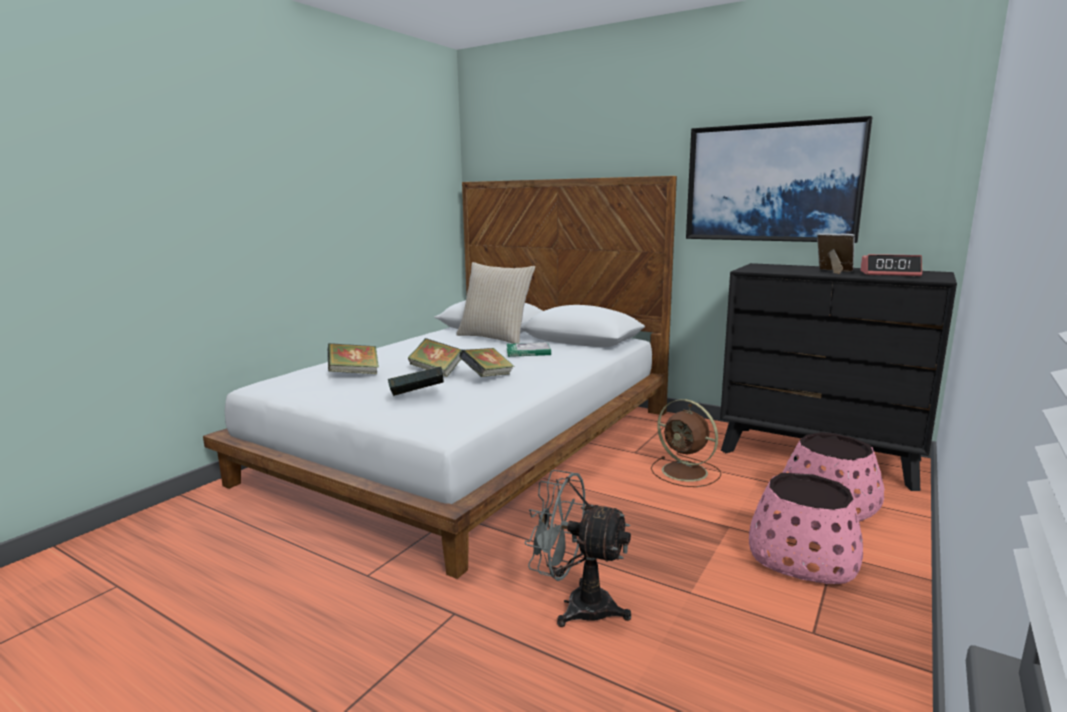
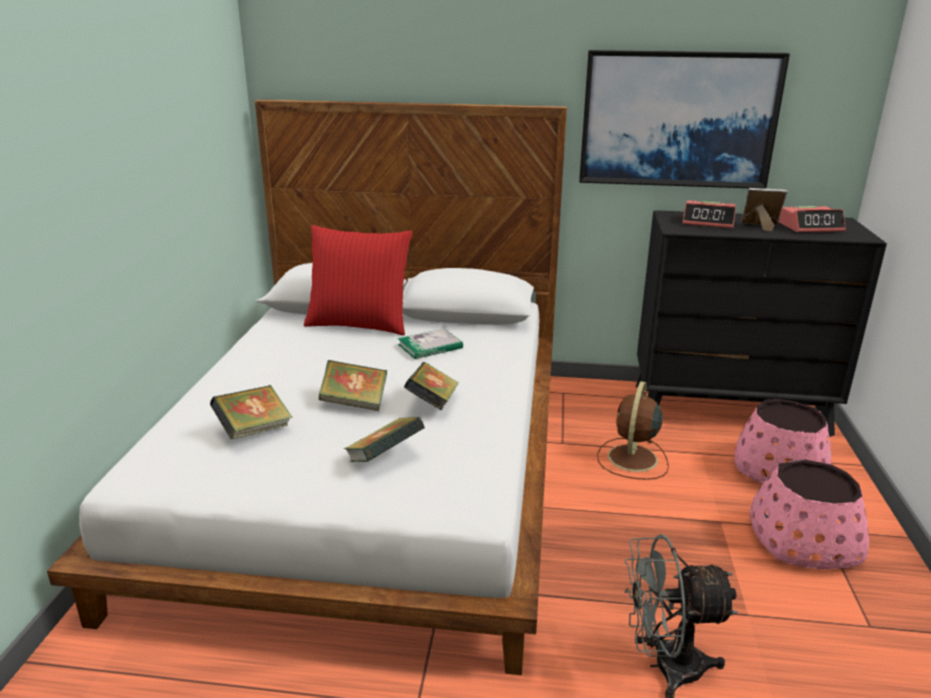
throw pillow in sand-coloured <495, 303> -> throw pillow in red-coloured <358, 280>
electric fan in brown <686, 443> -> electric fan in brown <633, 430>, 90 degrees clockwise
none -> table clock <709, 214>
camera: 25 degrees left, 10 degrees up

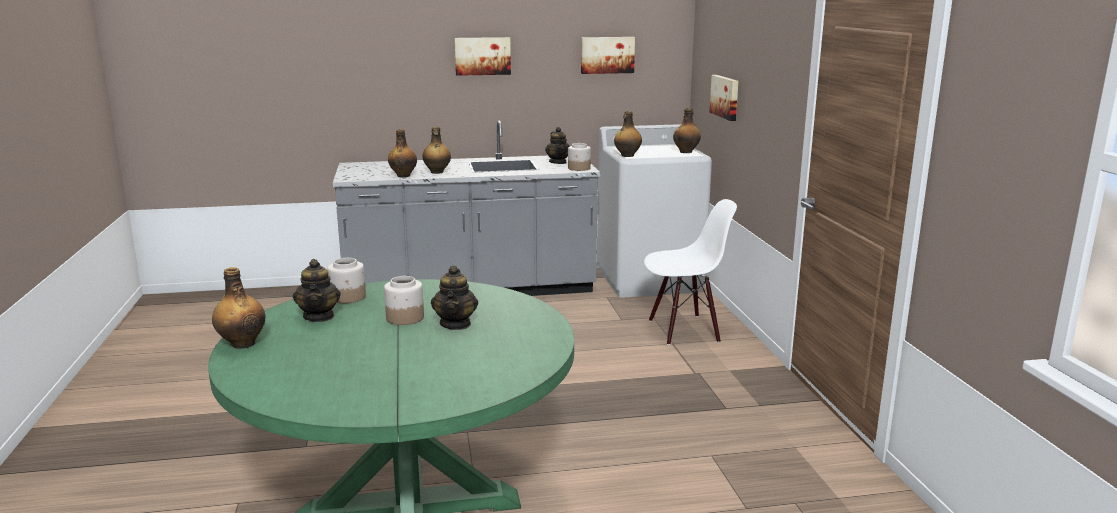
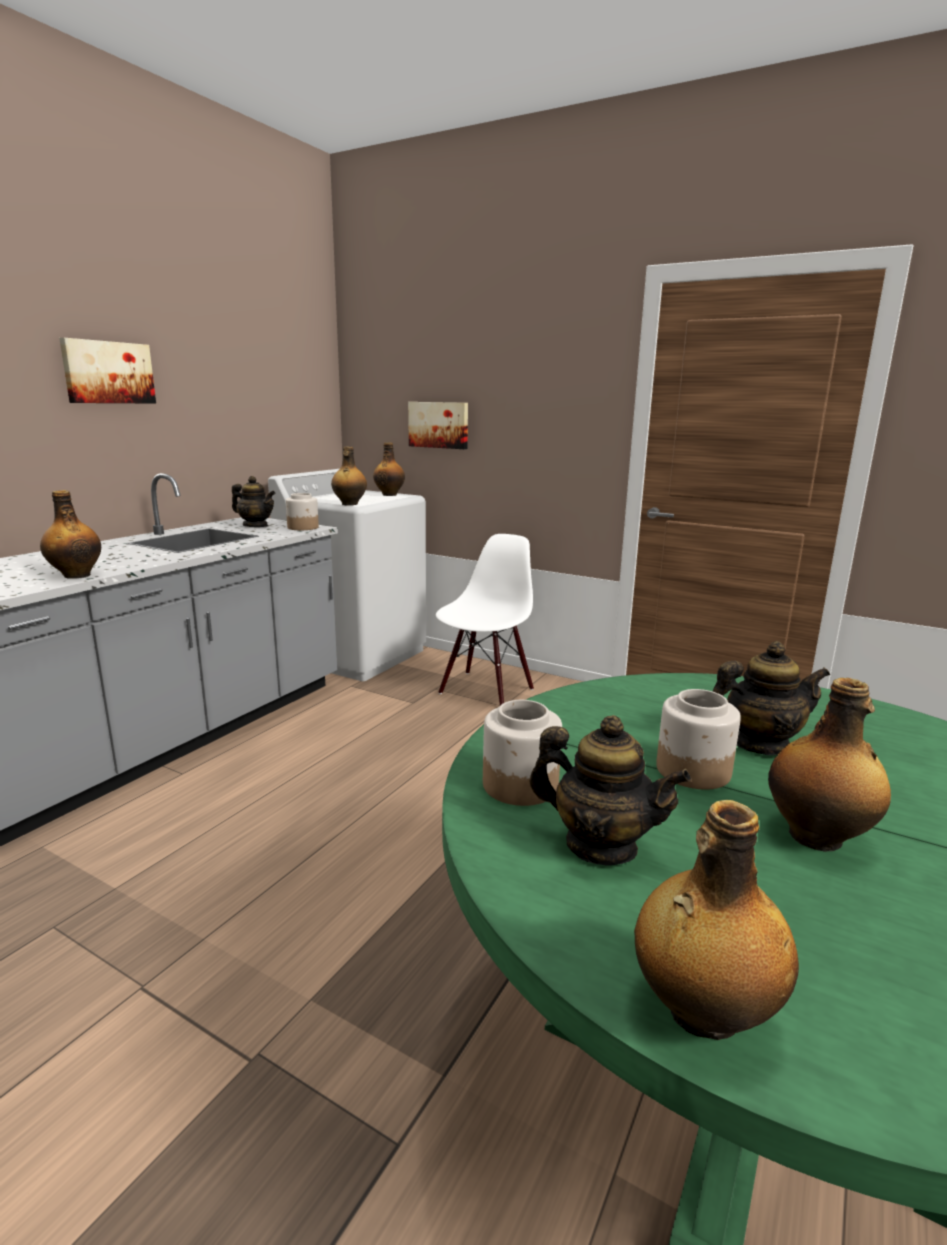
beverage bottle <436, 150> -> beverage bottle <829, 765>, moved
pot for tea <454, 297> -> pot for tea <771, 698>, 45 degrees counterclockwise
picture <608, 55> -> none
camera: 50 degrees left, 0 degrees up

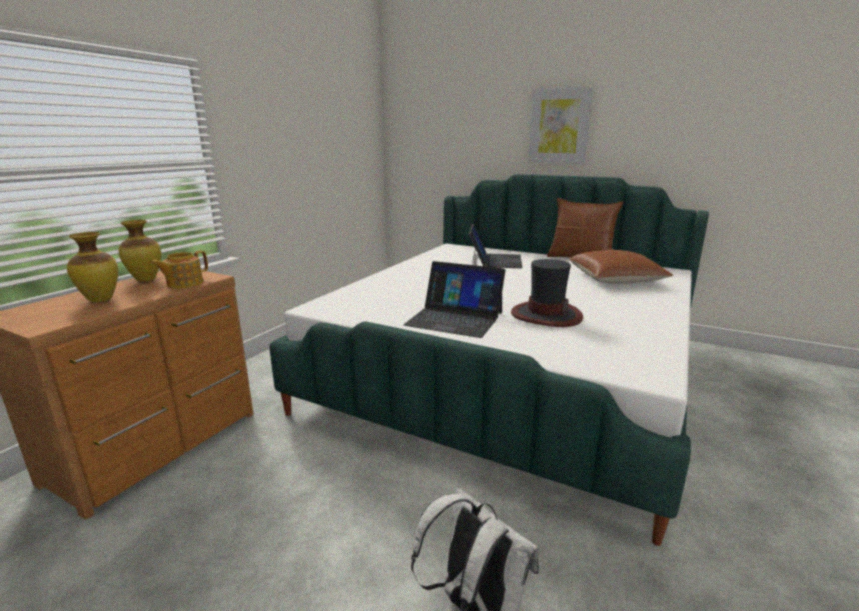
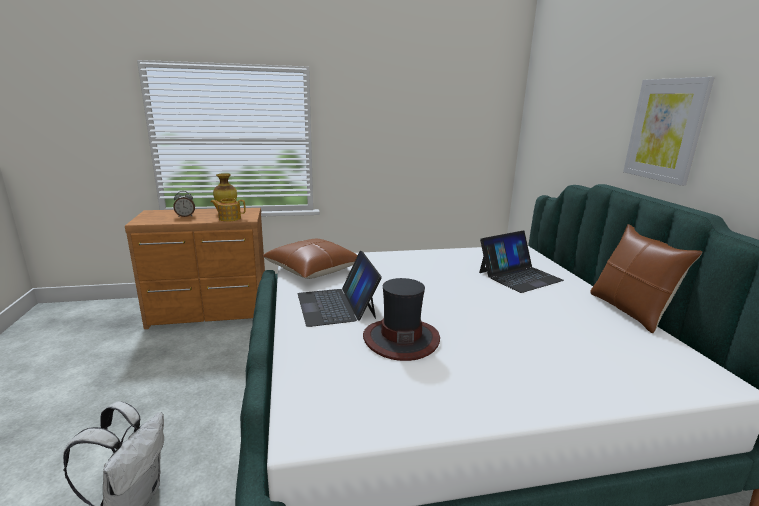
decorative vase <92, 267> -> table clock <184, 204>
throw pillow in brown <621, 266> -> throw pillow in brown <310, 259>, moved
camera: 50 degrees right, 0 degrees up

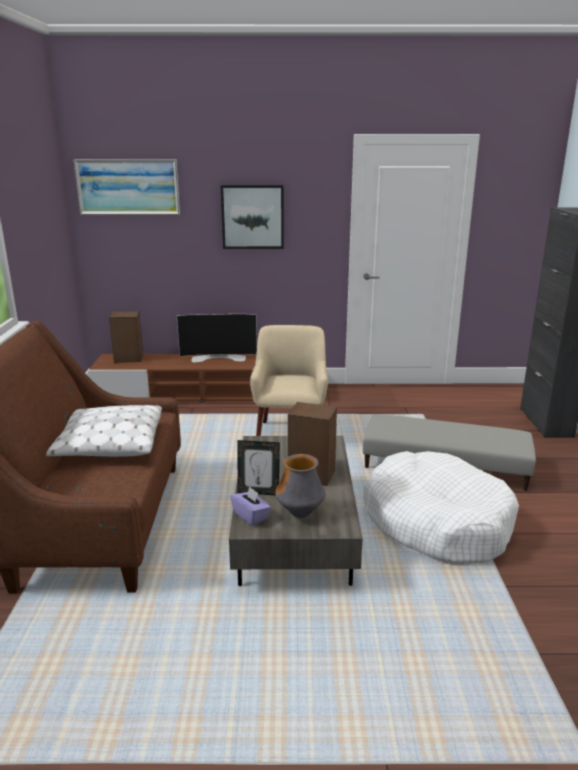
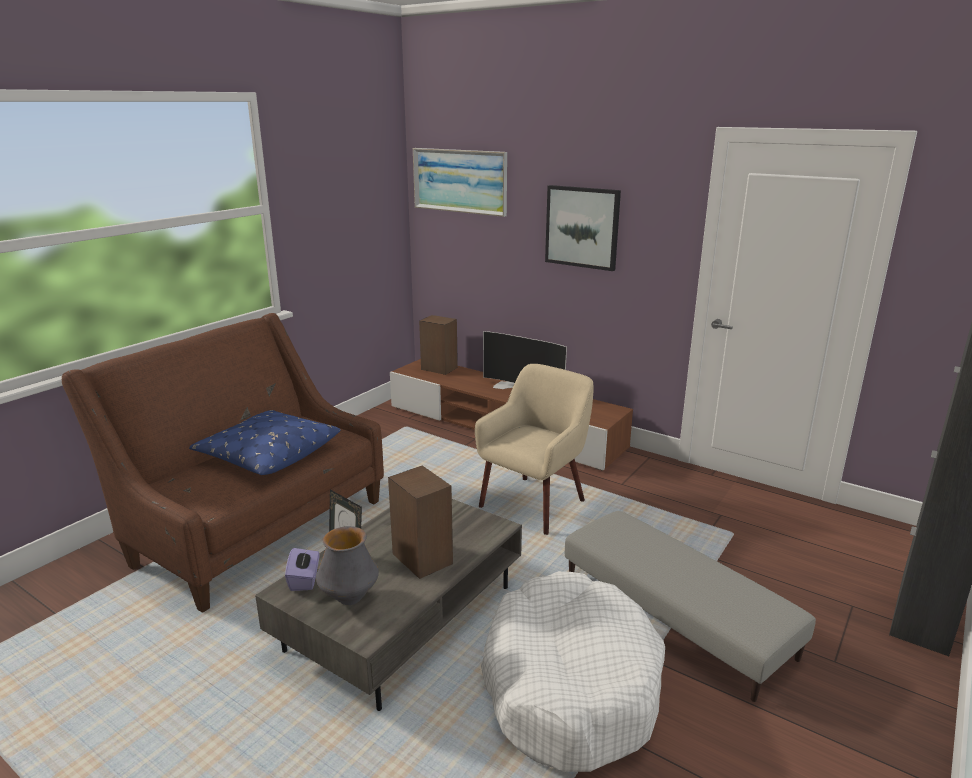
throw pillow in white <104, 431> -> throw pillow in blue <265, 442>
camera: 35 degrees right, 0 degrees up

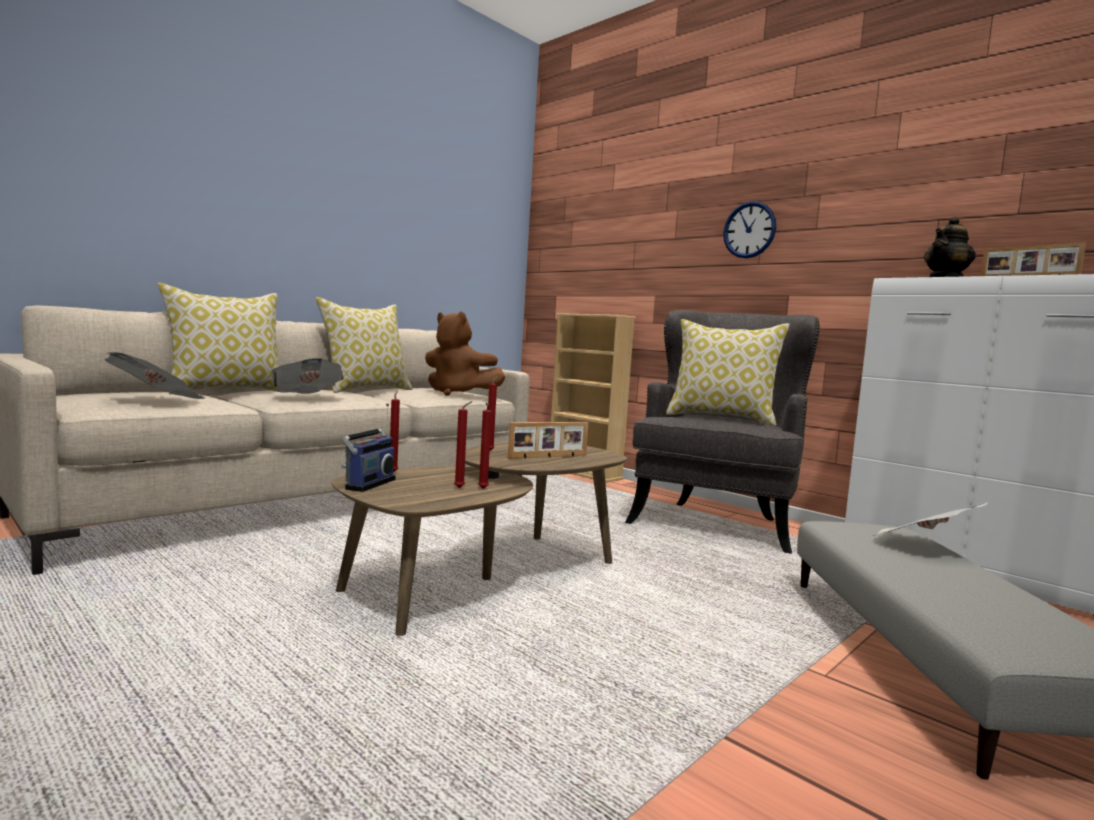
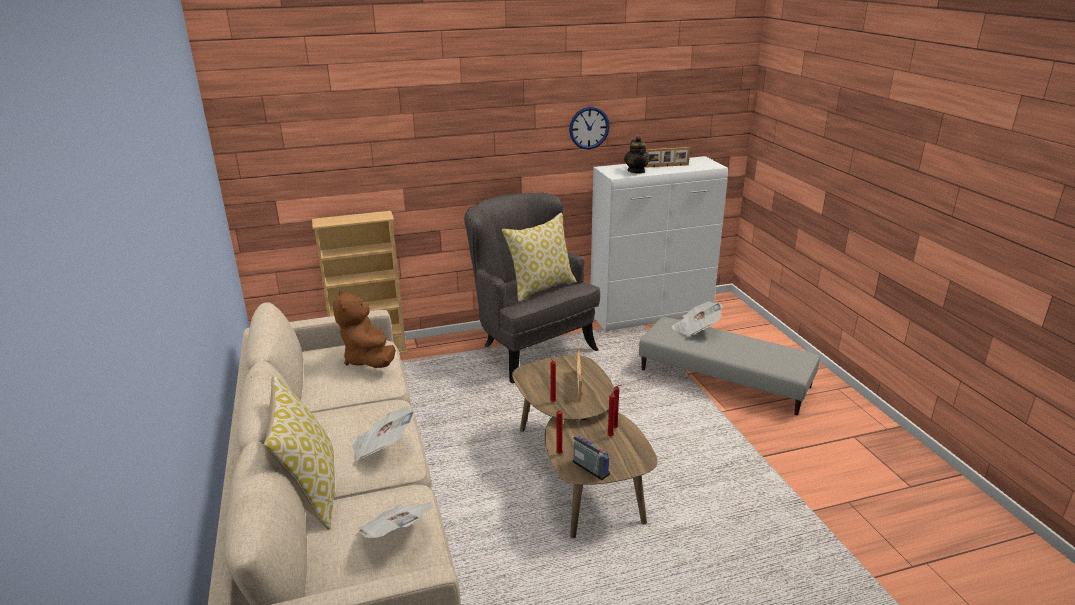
throw pillow <364, 345> -> none
plush toy in brown <465, 354> -> plush toy in brown <364, 329>, 105 degrees clockwise
wall clock <749, 229> -> wall clock <589, 128>, moved
camera: 60 degrees left, 20 degrees up

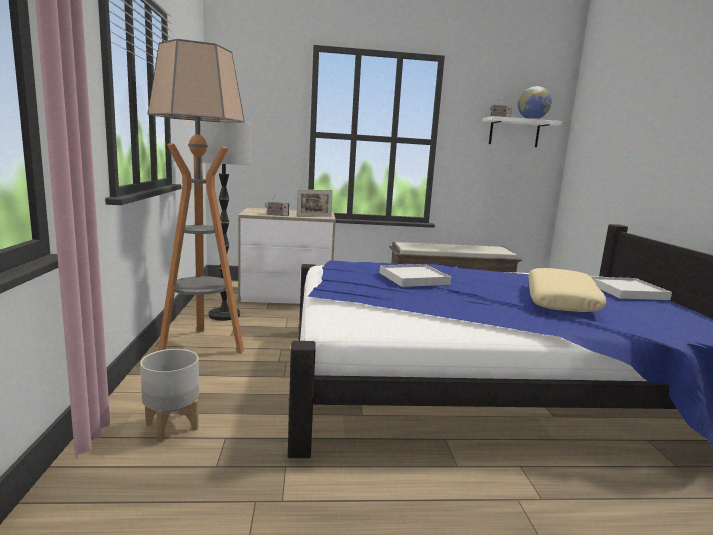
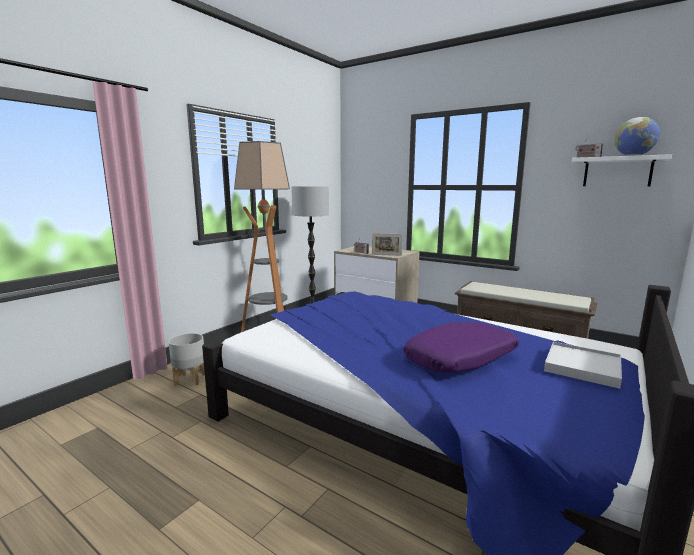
tray in white <415, 275> -> none
throw pillow in sand-coloured <567, 290> -> throw pillow in purplish <461, 347>
camera: 40 degrees right, 0 degrees up

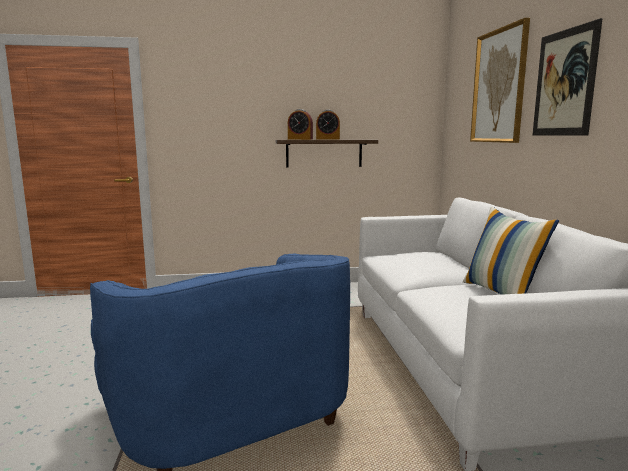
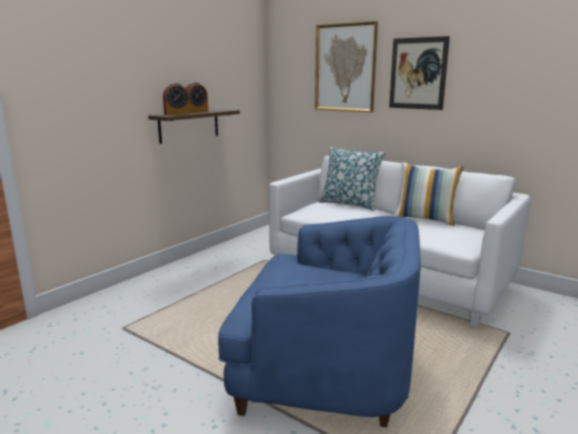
none -> throw pillow <352, 179>
camera: 45 degrees left, 5 degrees up

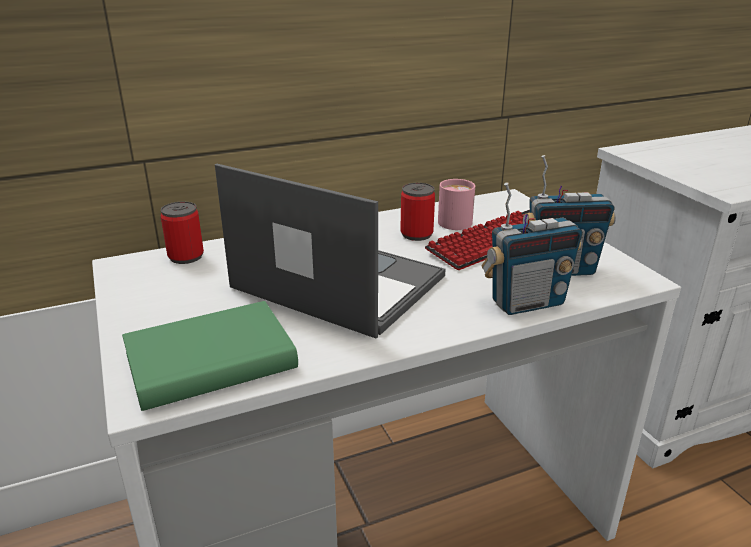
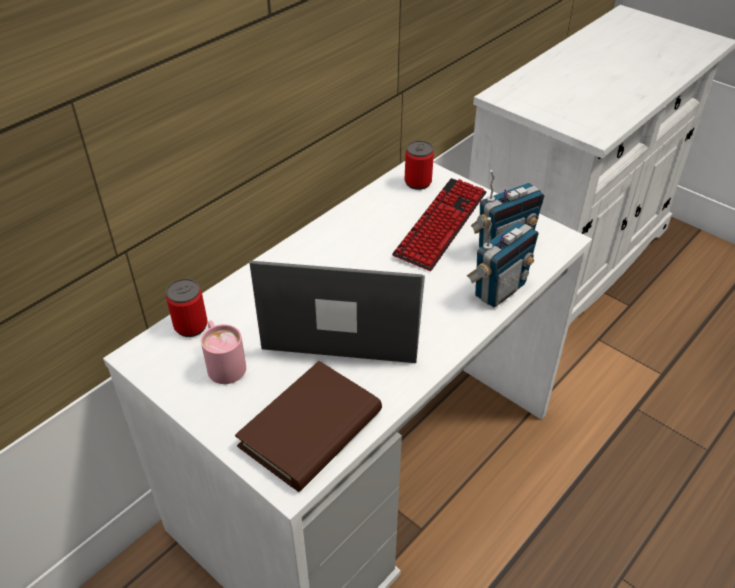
book in green-coloured <210, 356> -> book in brown <308, 426>
metal can <417, 212> -> metal can <419, 165>, moved
tea mug in pinkish <456, 204> -> tea mug in pinkish <223, 352>, moved
camera: 25 degrees left, 15 degrees up

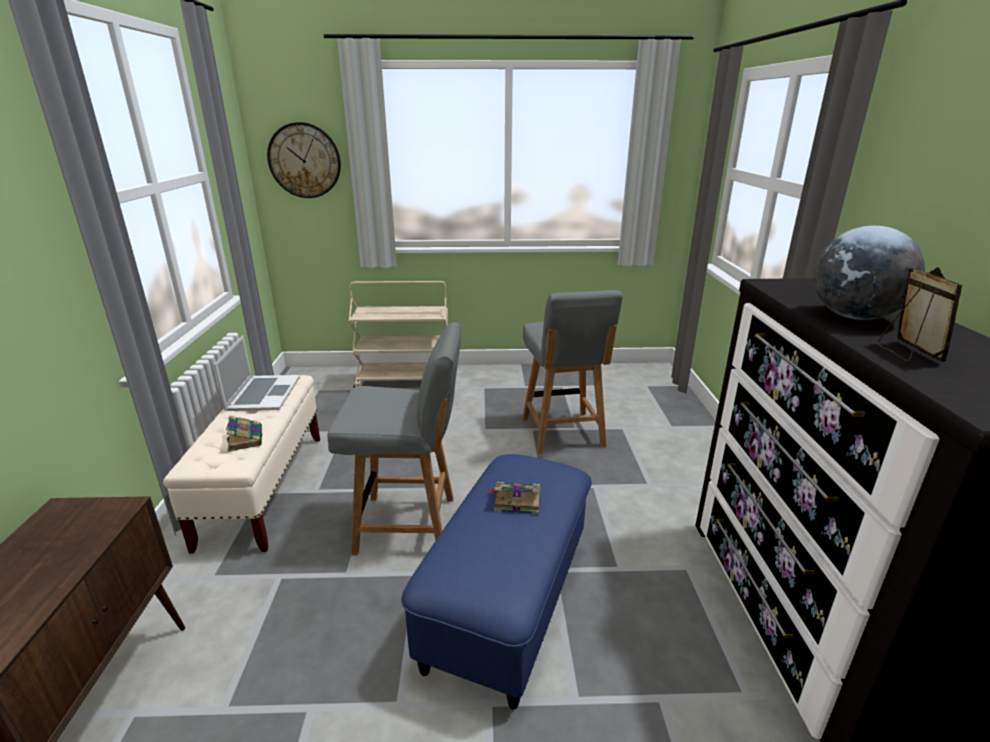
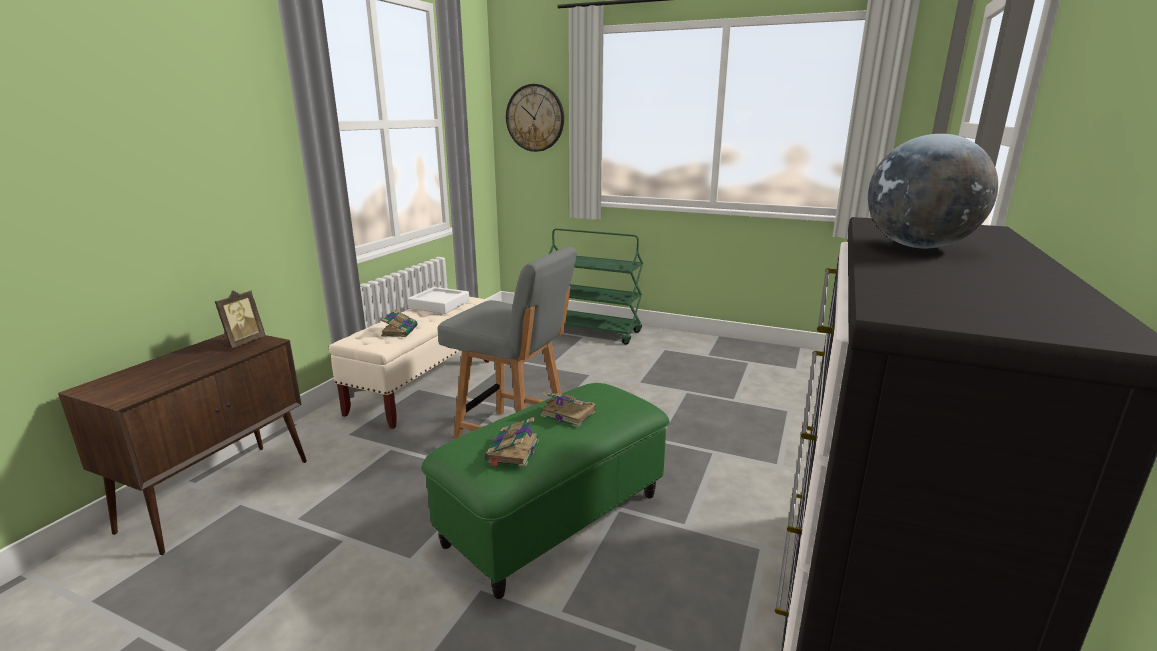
laptop <257, 373> -> tray in white <438, 300>
wheeled cart in sand-coloured <398, 334> -> wheeled cart in green-coloured <596, 286>
ottoman in blue <496, 582> -> ottoman in green-coloured <545, 491>
plain chair in grey <573, 372> -> none
picture frame <919, 314> -> picture frame <240, 319>, moved
none -> book <512, 442>
camera: 25 degrees right, 5 degrees down

